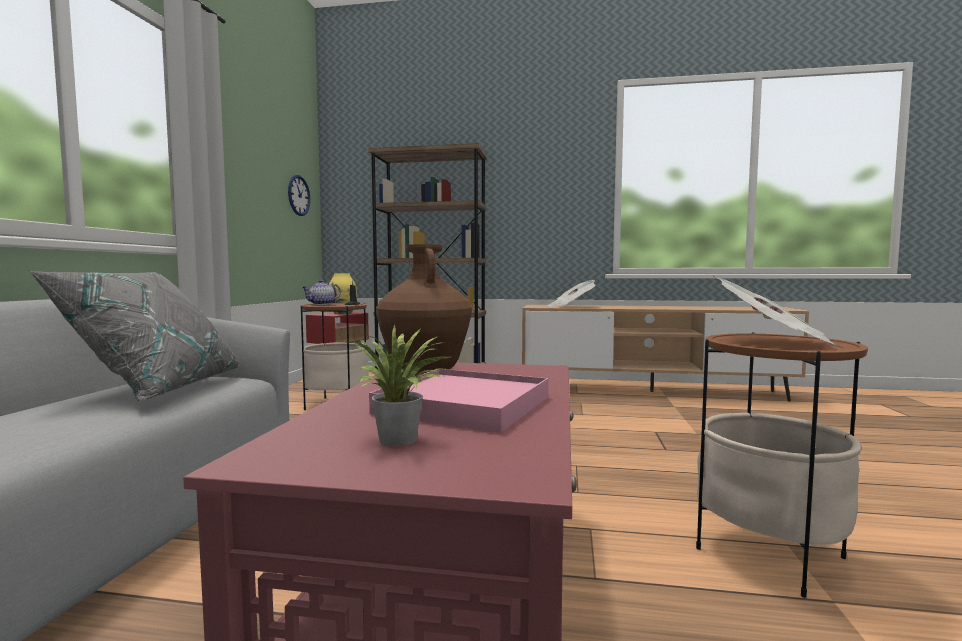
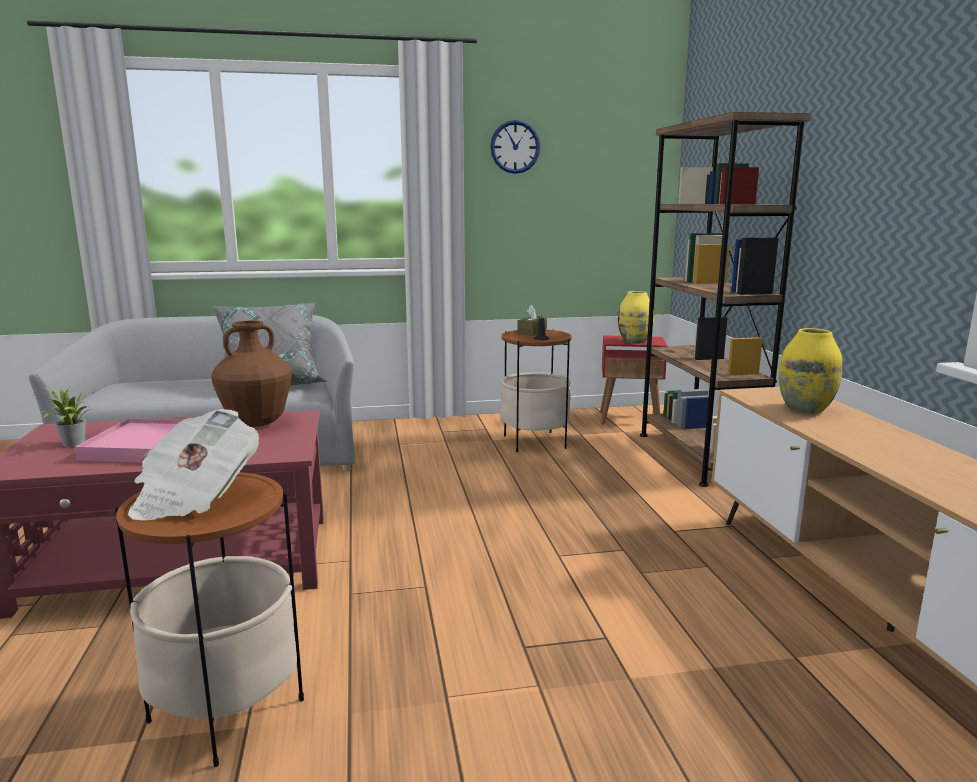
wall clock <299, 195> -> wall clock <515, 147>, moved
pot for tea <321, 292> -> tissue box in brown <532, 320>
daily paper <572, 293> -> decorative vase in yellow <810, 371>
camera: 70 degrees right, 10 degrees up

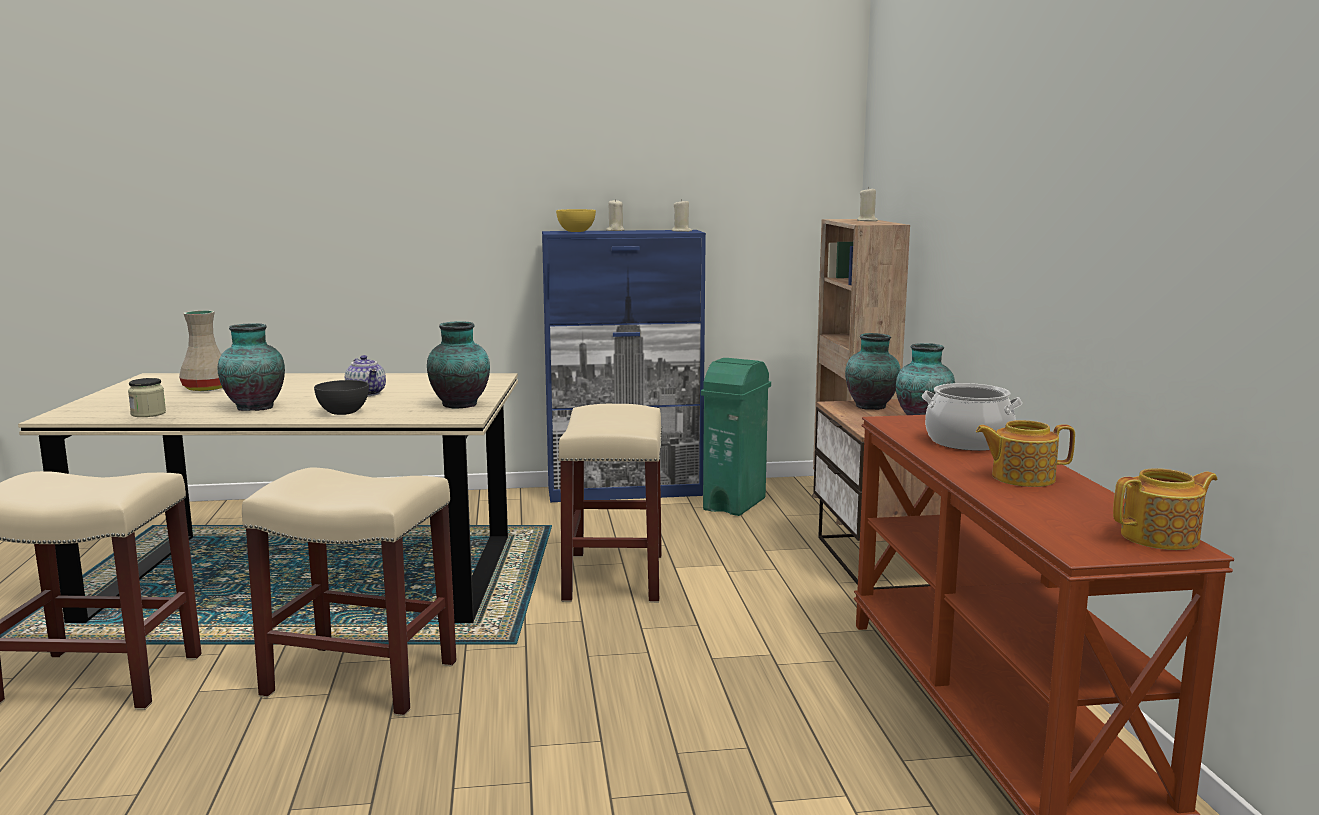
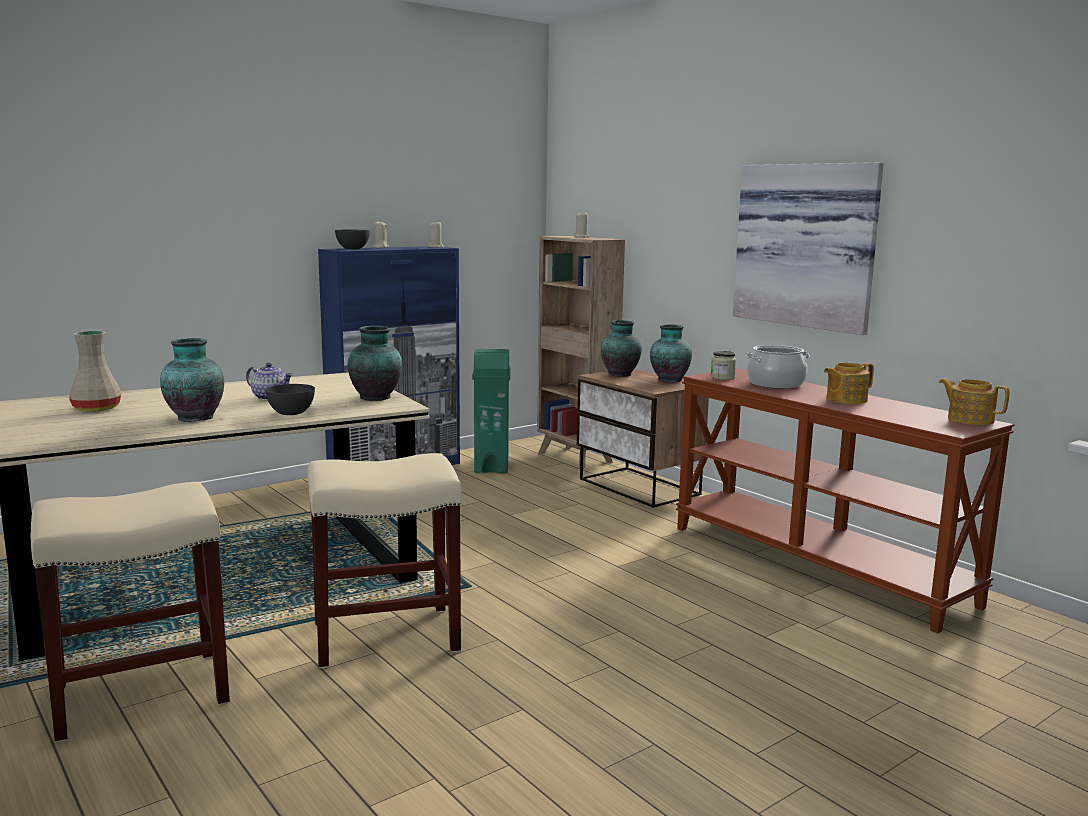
storage jar <147, 397> -> storage jar <723, 365>, moved
serving bowl in yellow <576, 220> -> serving bowl in grey <352, 239>
stool seat in sand-coloured <610, 503> -> none
pot for tea <1165, 509> -> pot for tea <974, 401>, 90 degrees counterclockwise
none -> picture <808, 248>
camera: 30 degrees left, 0 degrees up

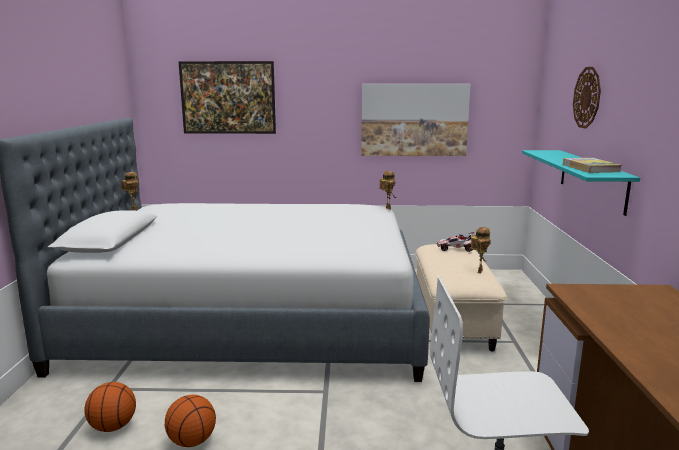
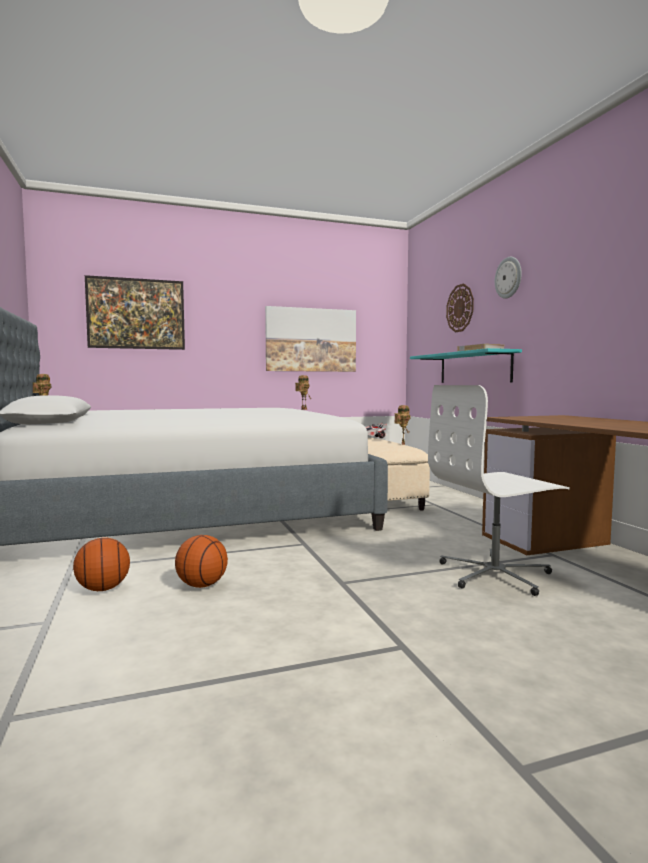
none -> wall clock <508, 278>
camera: 20 degrees left, 10 degrees down

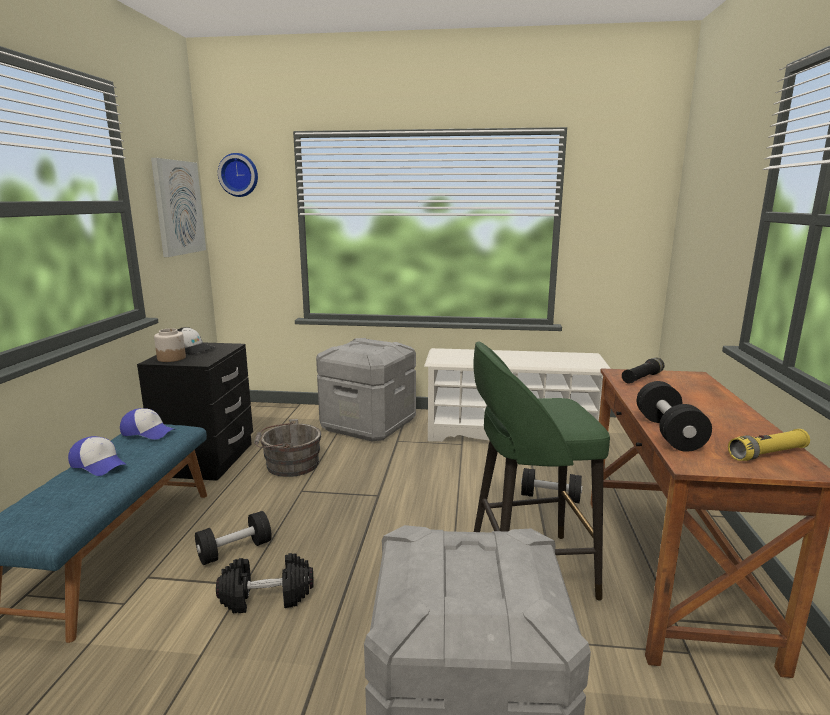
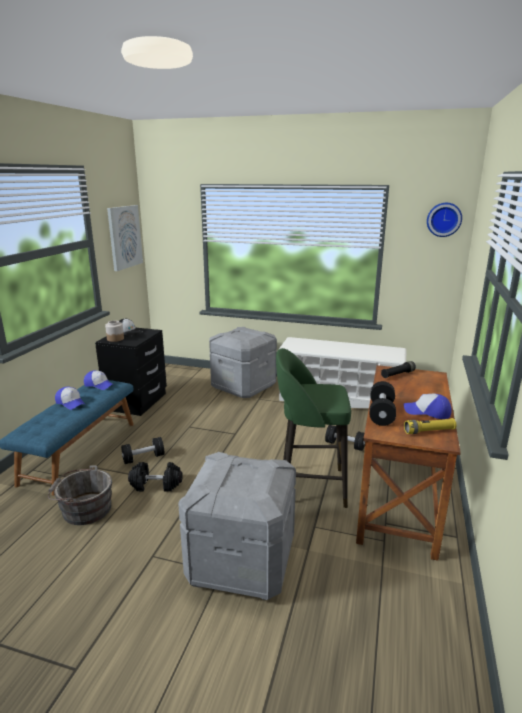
wall clock <238, 175> -> wall clock <444, 220>, moved
pail in grey <287, 448> -> pail in grey <80, 495>, moved
none -> baseball cap <428, 406>
camera: 10 degrees right, 5 degrees up

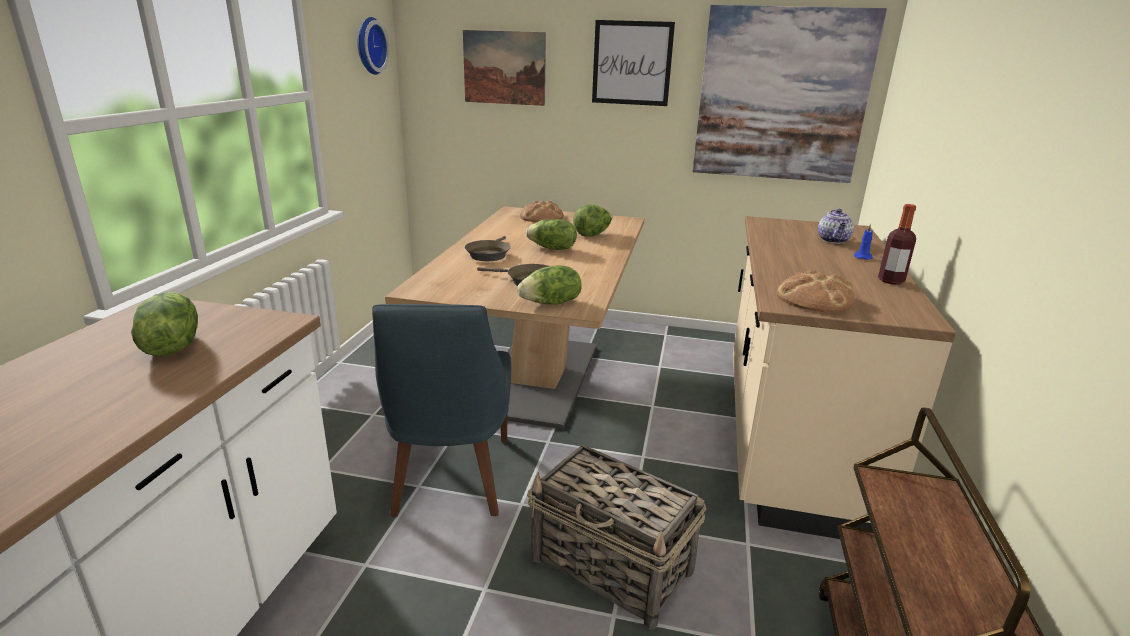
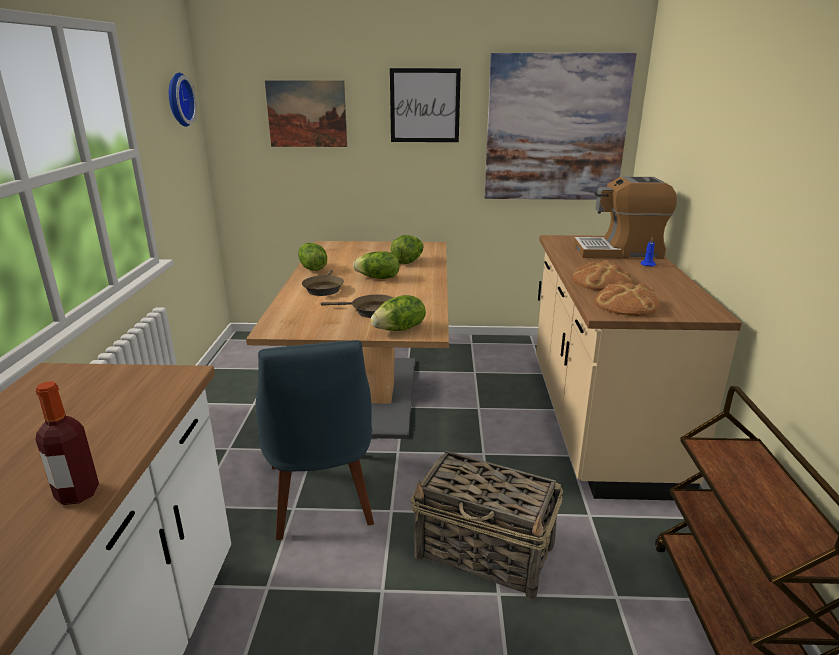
lettuce head <164, 324> -> lettuce head <312, 257>, moved
bakery bread <542, 211> -> bakery bread <601, 275>, moved
pot for tea <836, 226> -> coffee machine <625, 218>
beverage bottle <897, 244> -> beverage bottle <67, 443>, moved
camera: 10 degrees left, 0 degrees up

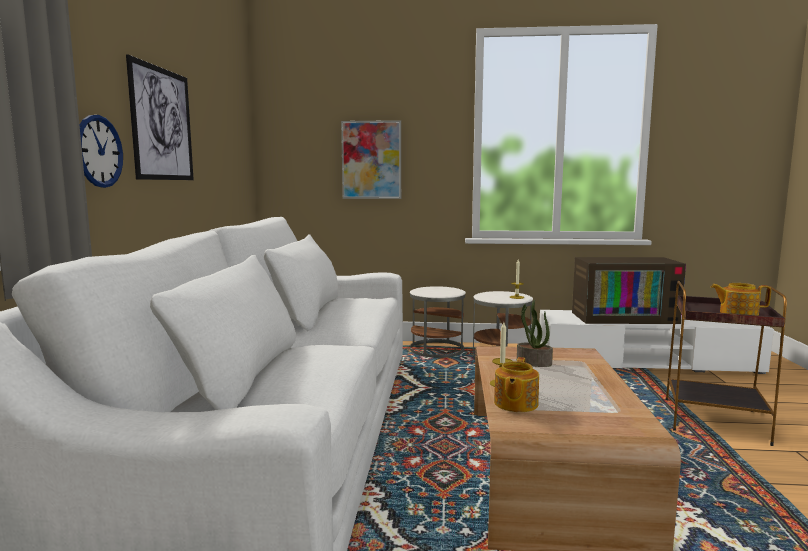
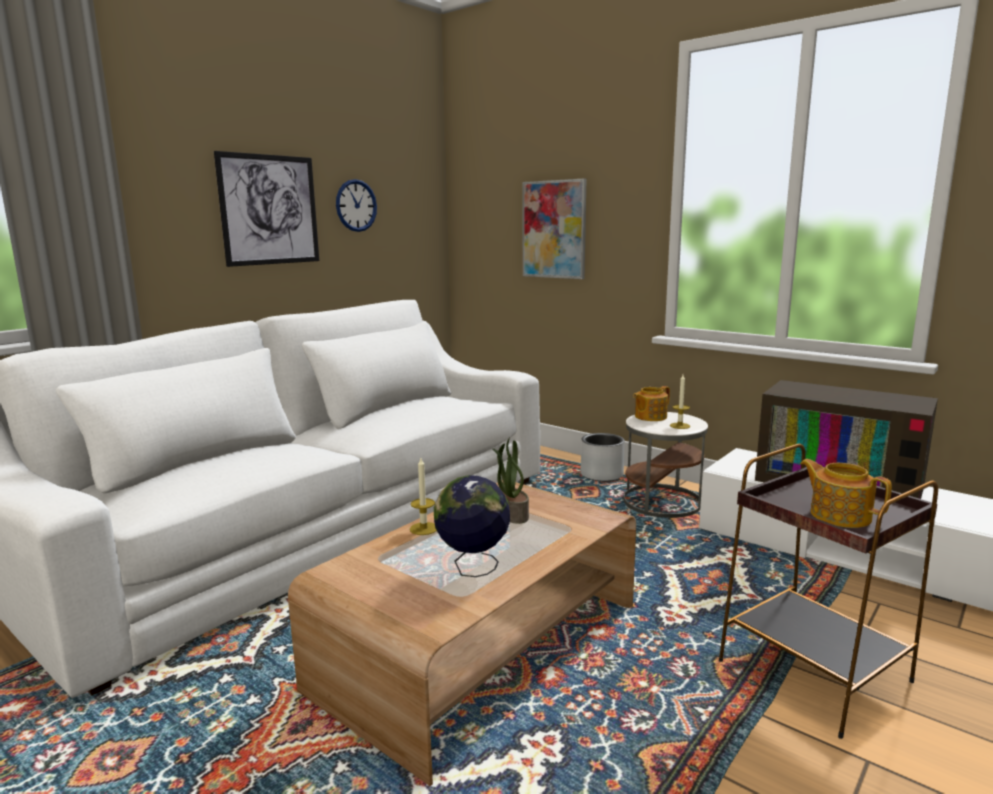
wall clock <101, 151> -> wall clock <356, 205>, moved
accent table in white <438, 322> -> flower pot in grey <602, 457>
pot for tea <516, 384> -> pot for tea <651, 403>, moved
none -> globe <472, 526>
camera: 35 degrees right, 5 degrees up

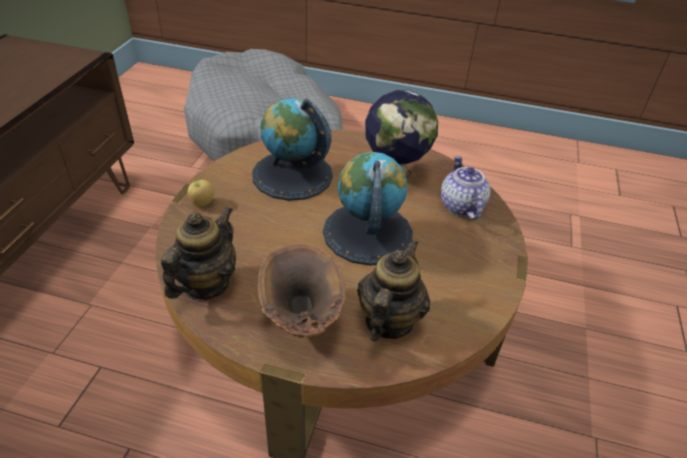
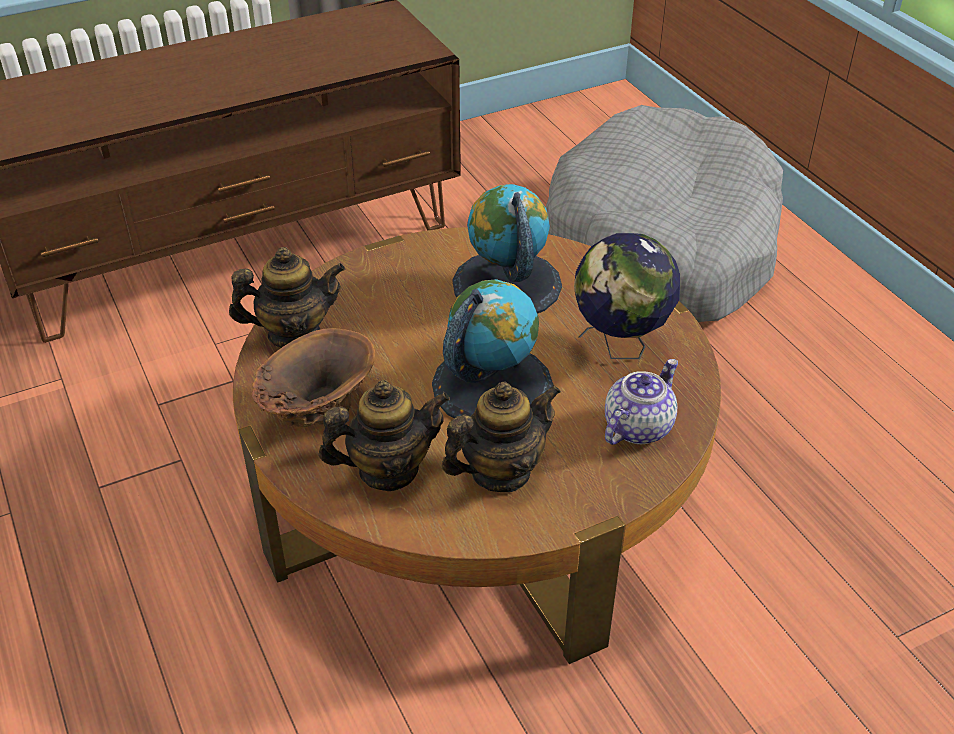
whole apple <200, 193> -> none
none -> pot for tea <501, 437>
camera: 50 degrees right, 0 degrees up

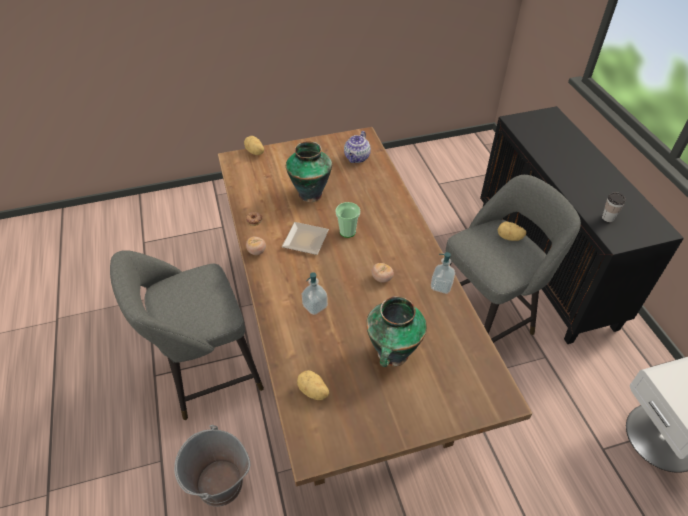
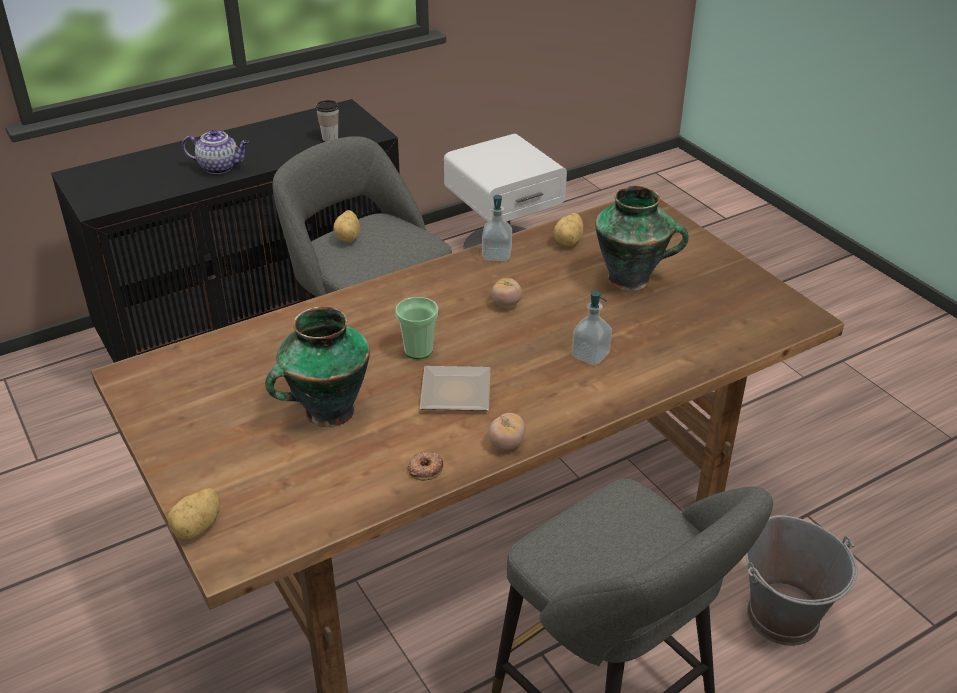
whole potato <313, 385> -> whole potato <568, 229>, moved
pot for tea <357, 147> -> pot for tea <215, 152>, moved
camera: 105 degrees left, 10 degrees down

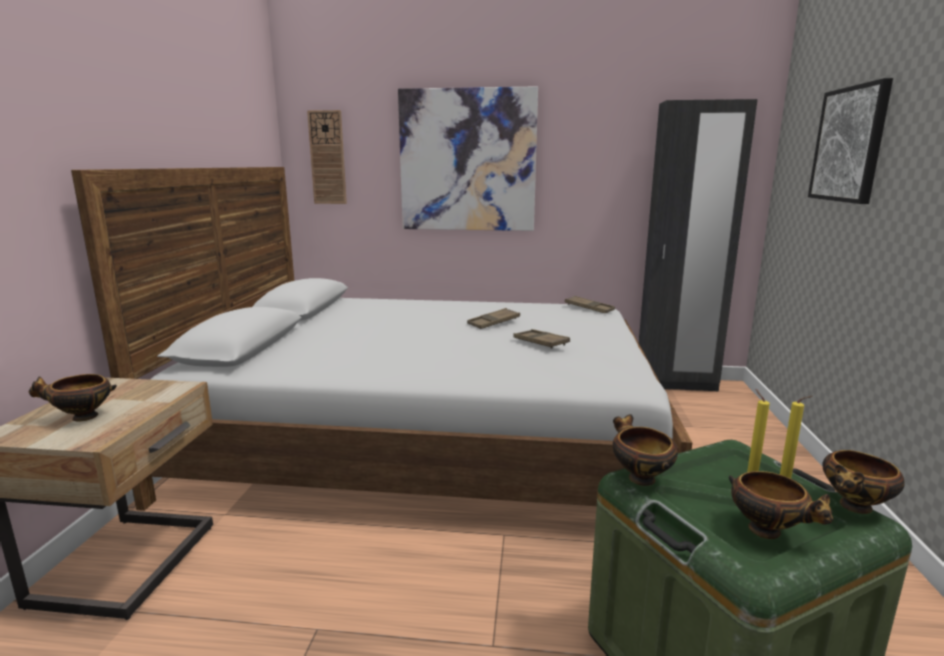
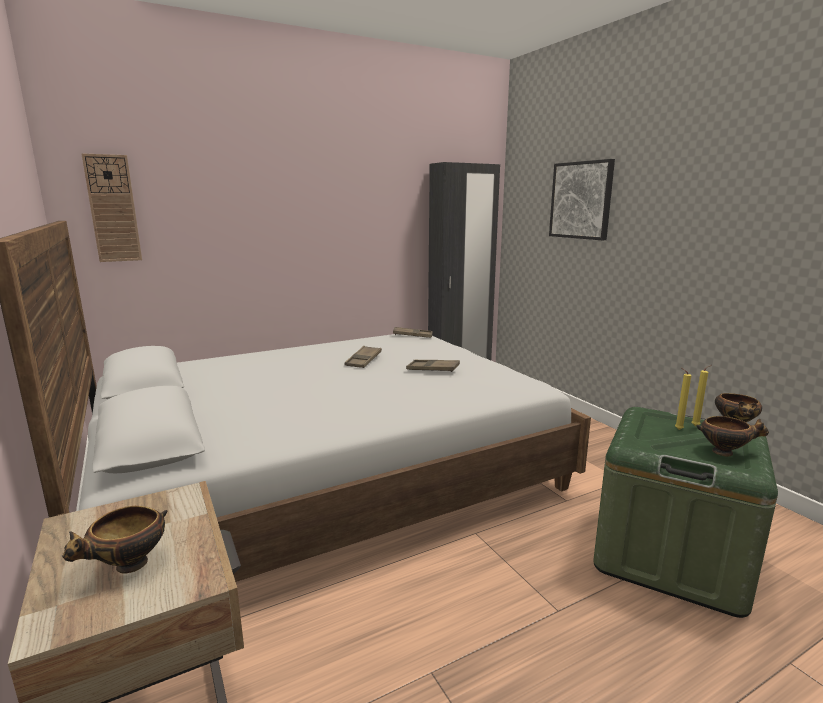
picture <468, 158> -> none
serving bowl <645, 450> -> none
camera: 35 degrees left, 0 degrees up

